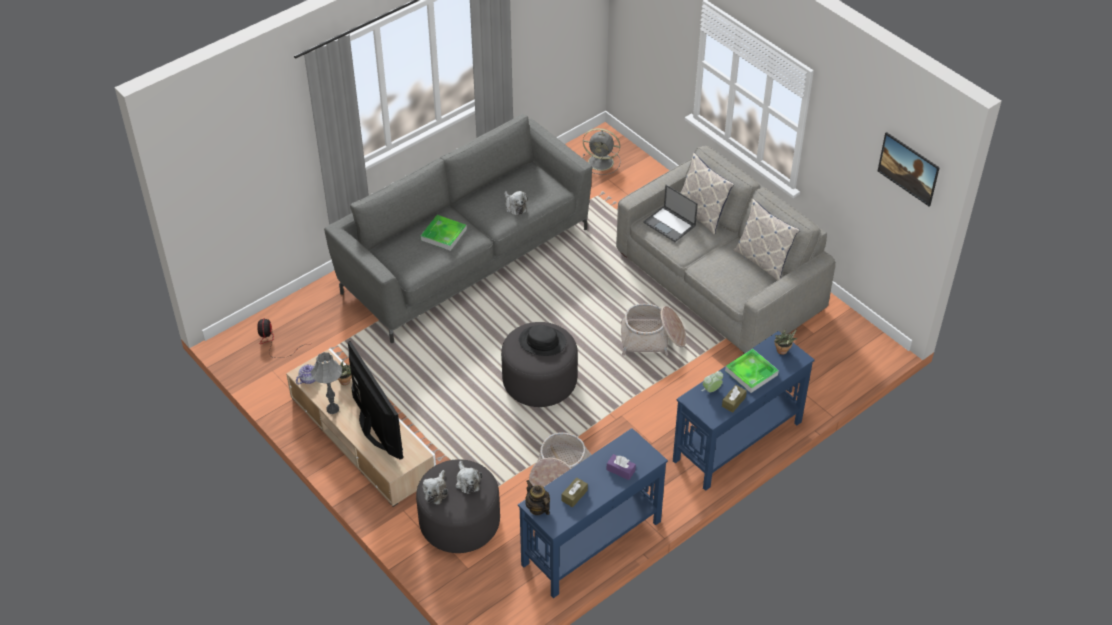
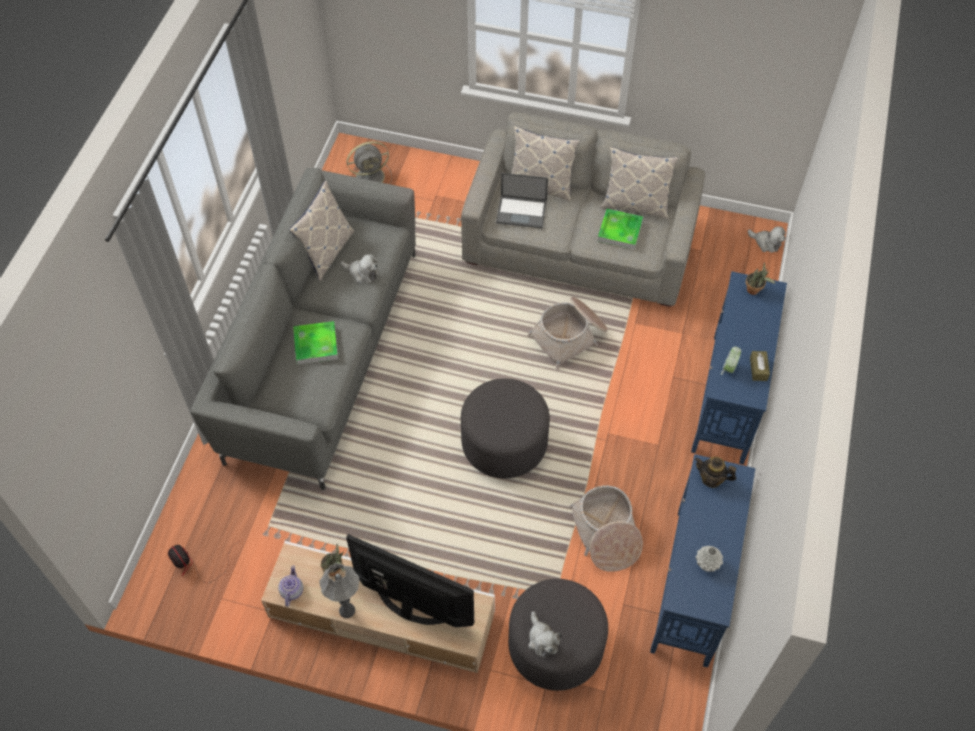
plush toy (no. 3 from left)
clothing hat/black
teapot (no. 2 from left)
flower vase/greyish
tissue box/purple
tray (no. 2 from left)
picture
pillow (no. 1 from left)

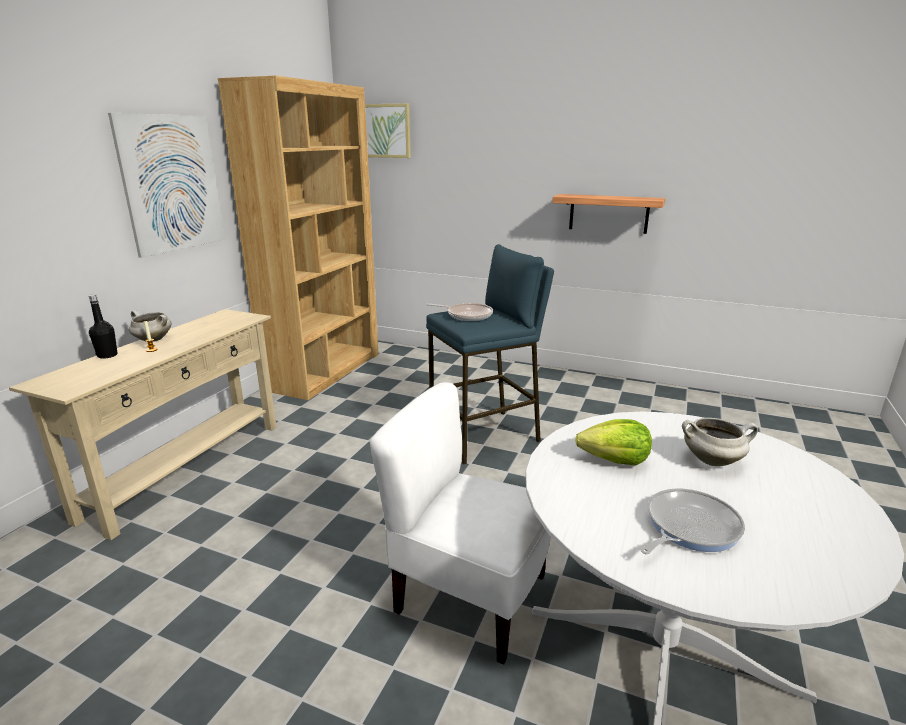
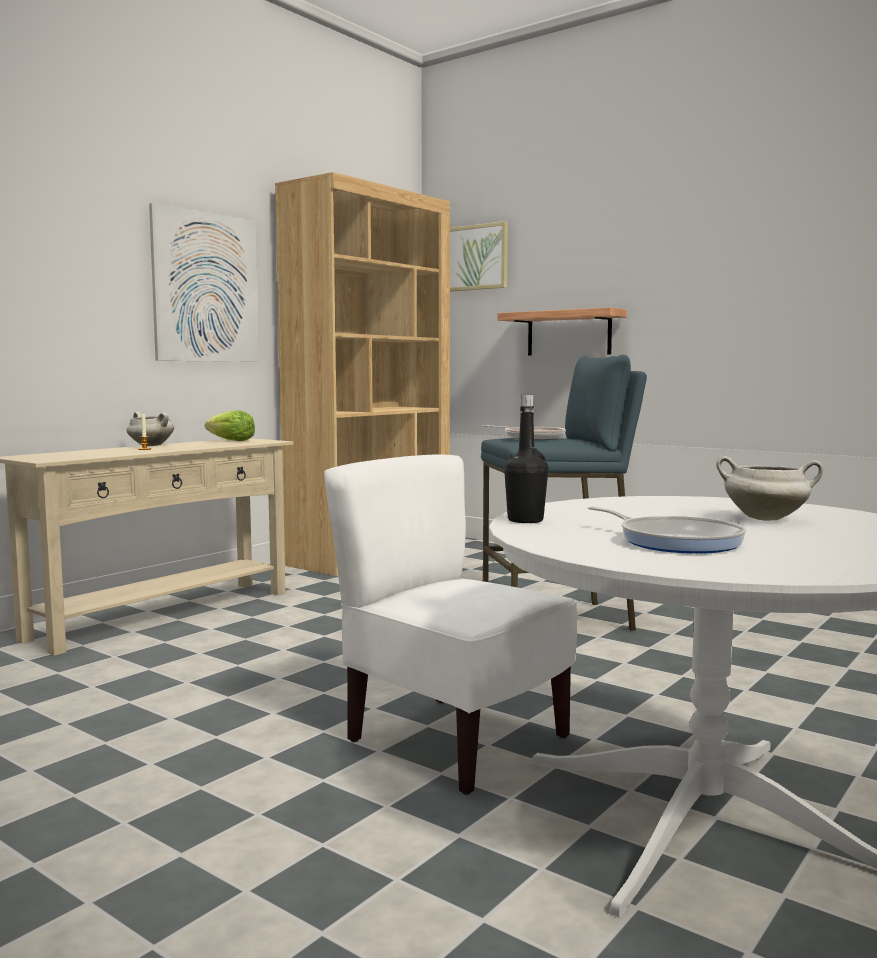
beverage bottle/black
bracket shelf
lettuce
pan (no. 2 from left)

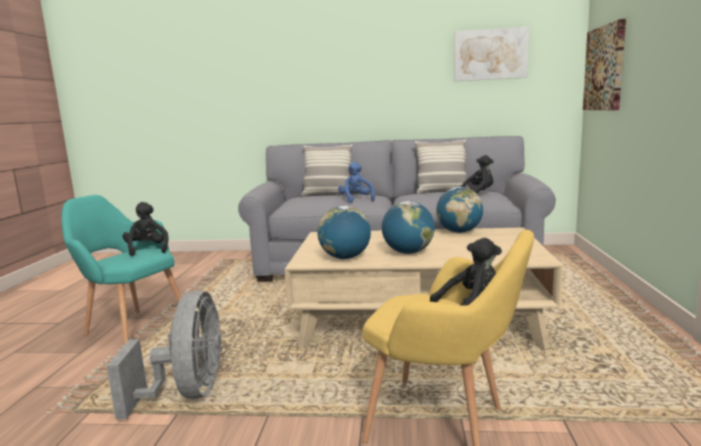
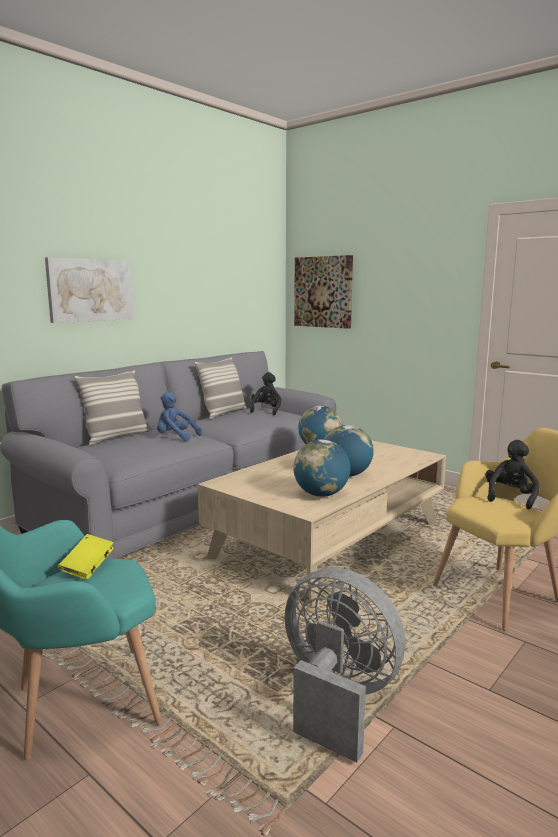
volume/yellowish
picture (no. 1 from left)

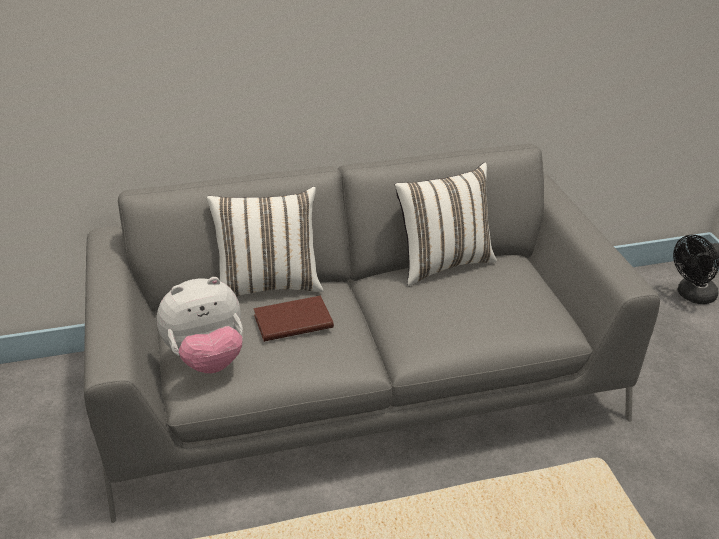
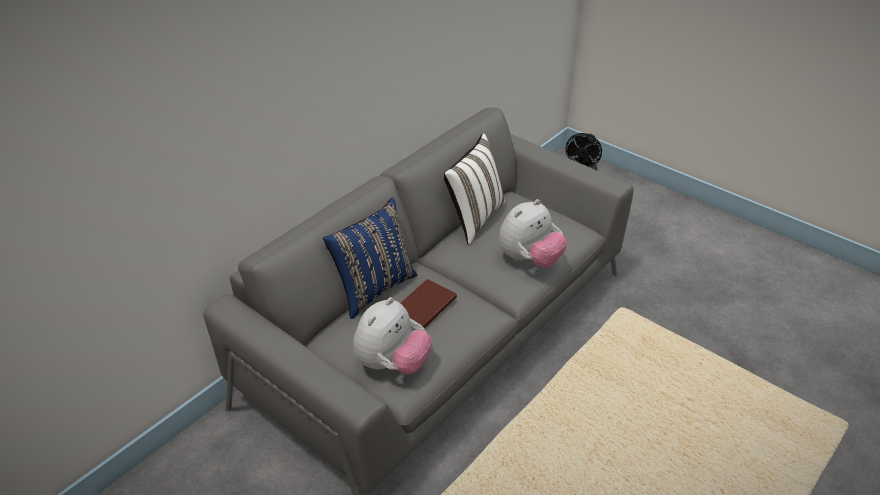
pillow/bluish
plush toy (no. 2 from left)

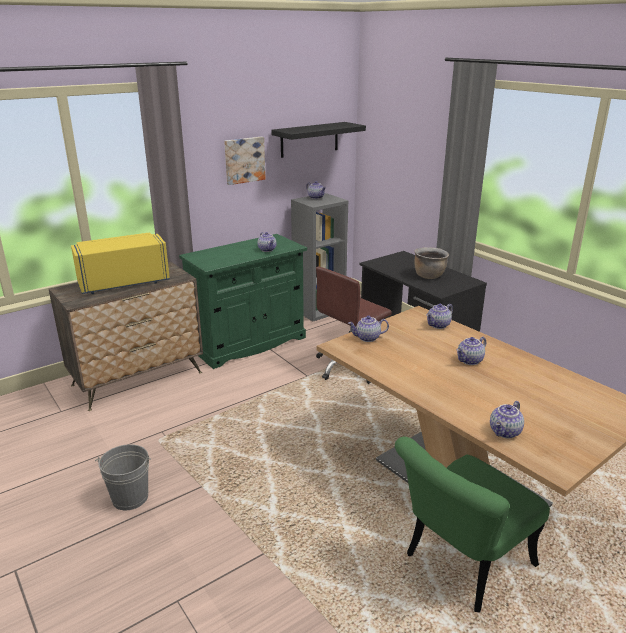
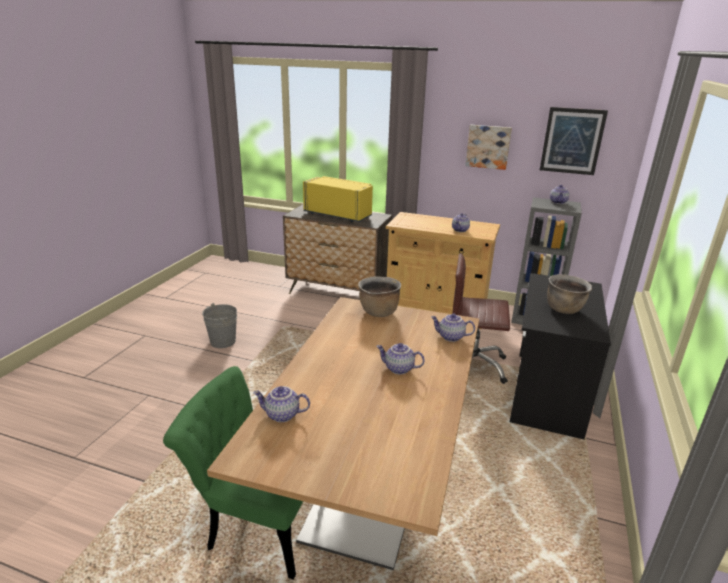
cabinet/beige
picture (no. 2 from left)
cooking pot/brown-coloured (no. 1 from left)

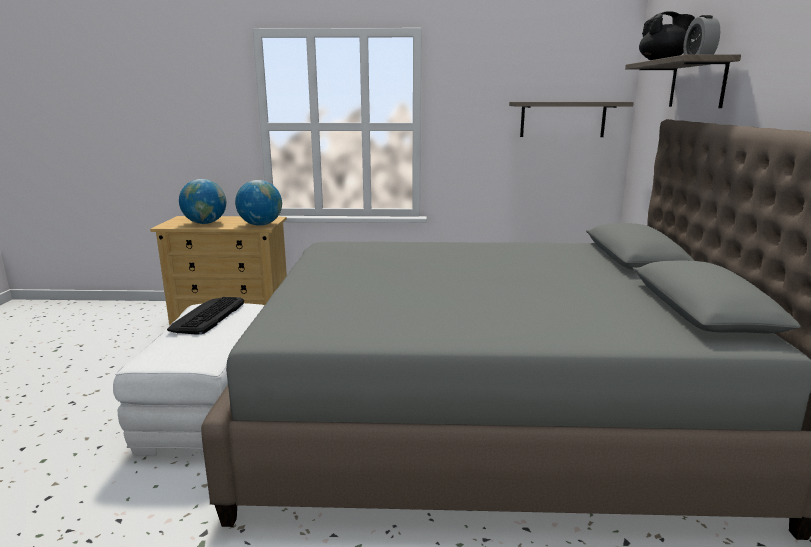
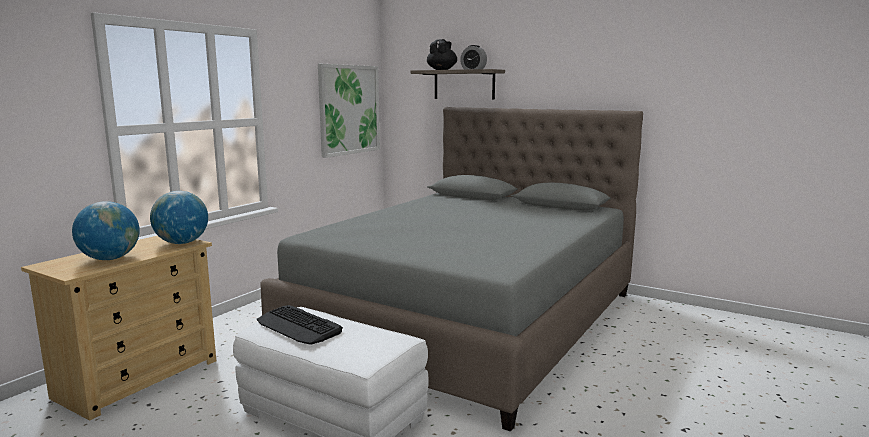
picture

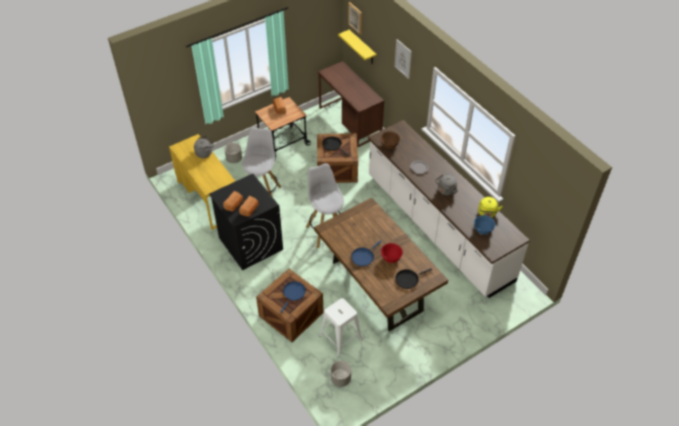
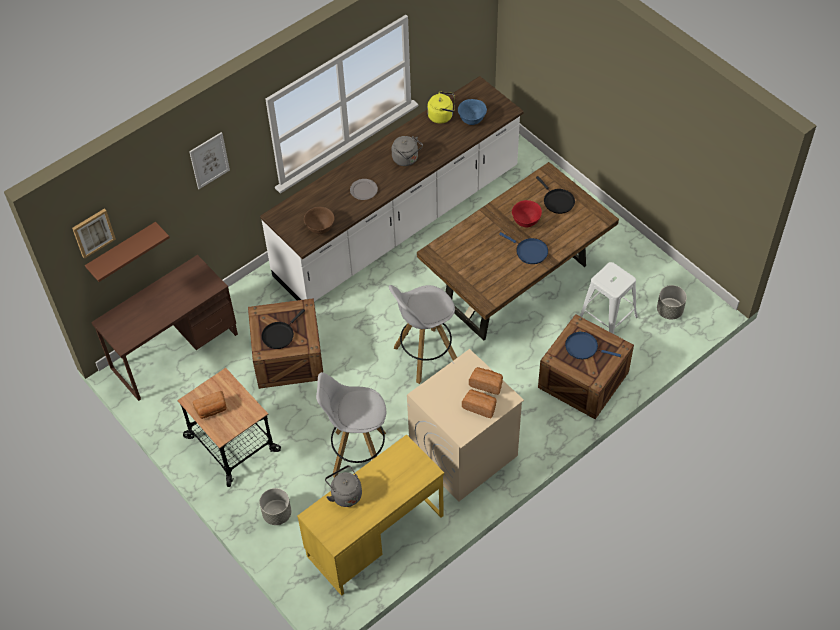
laundry appliance/beige
bracket shelf/brown-coloured

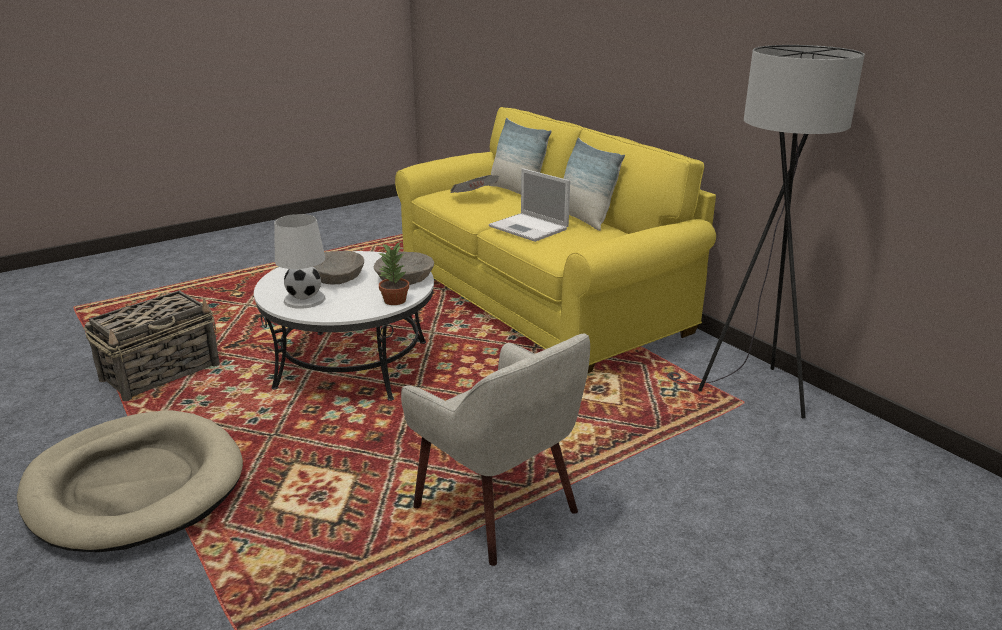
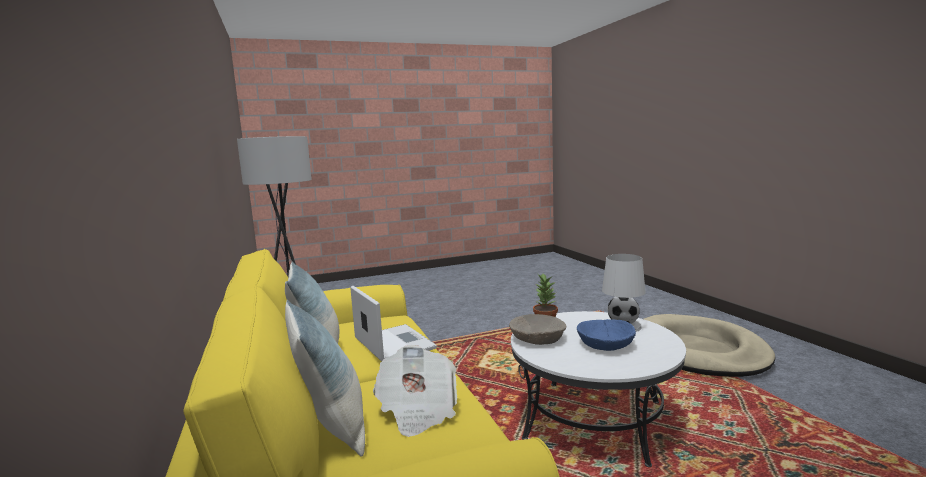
household basket
bowl/bluish
armchair/beige

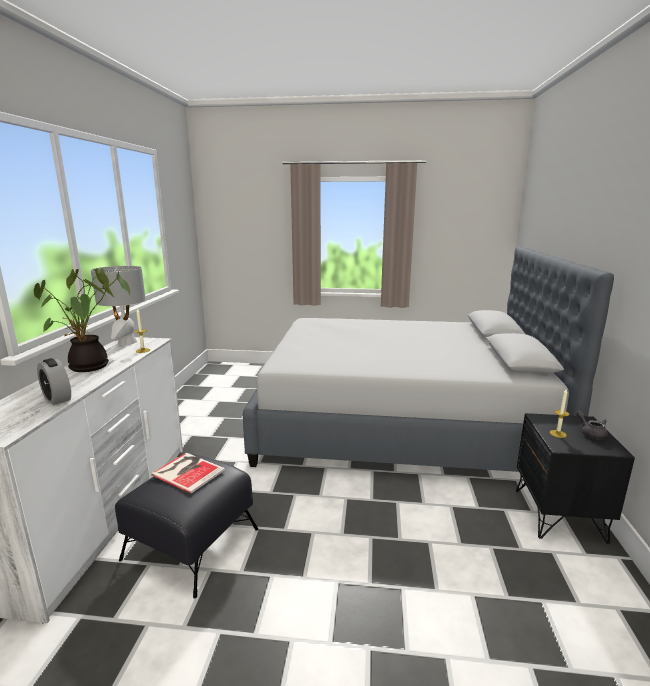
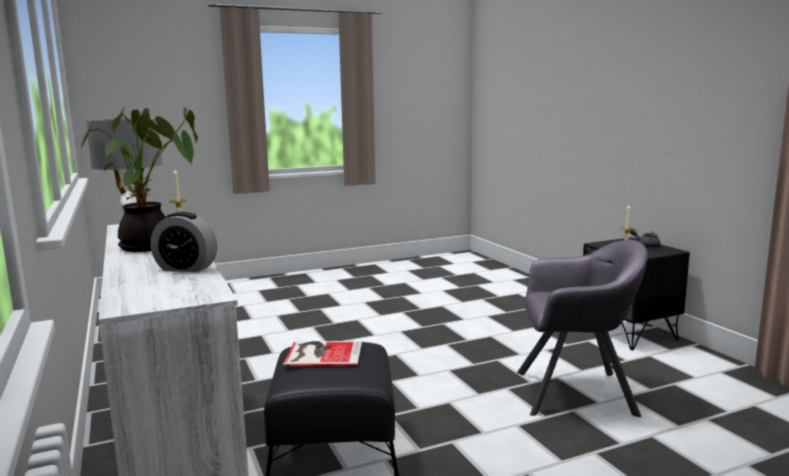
sleeping bed/greyish
armchair/greyish

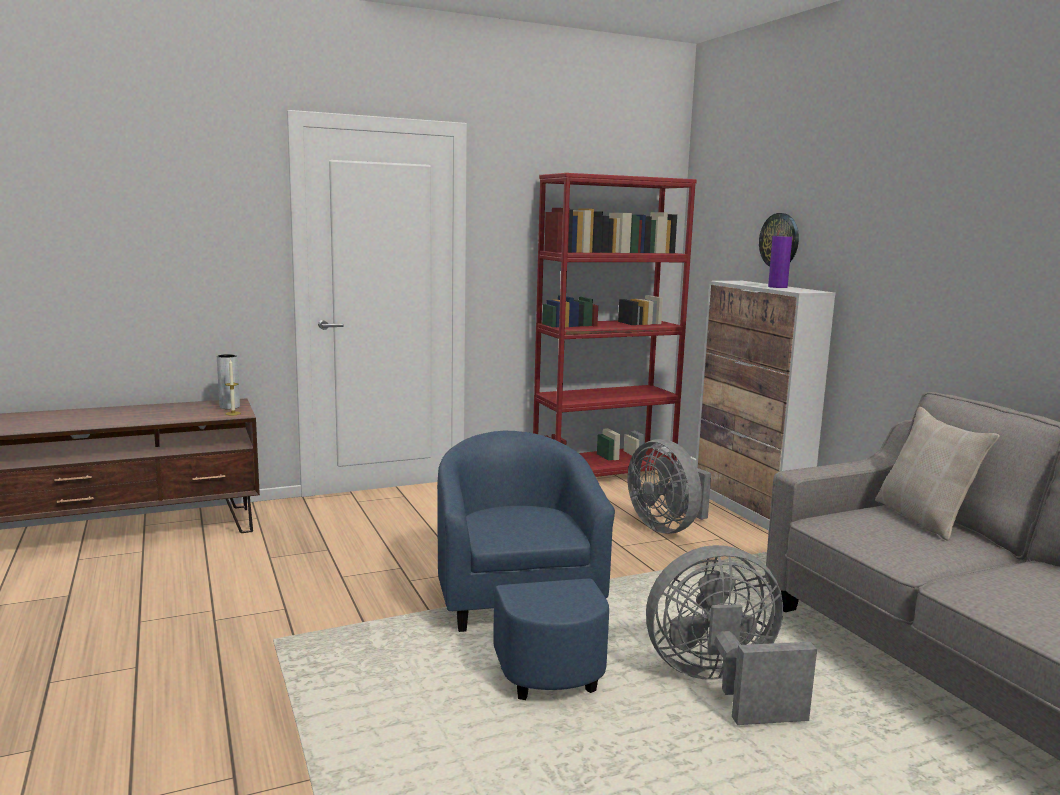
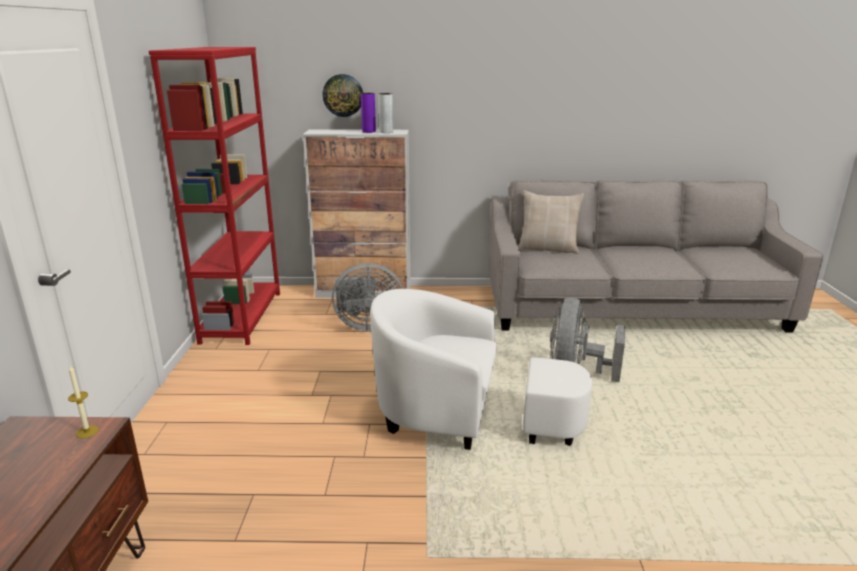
flower vase/greyish
armchair/whitish

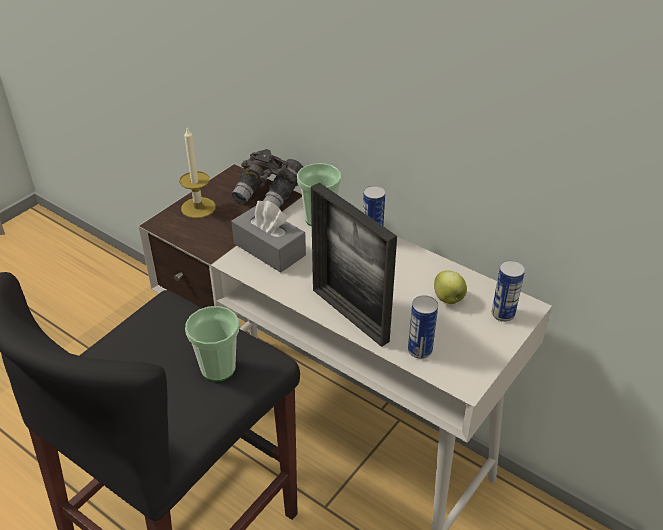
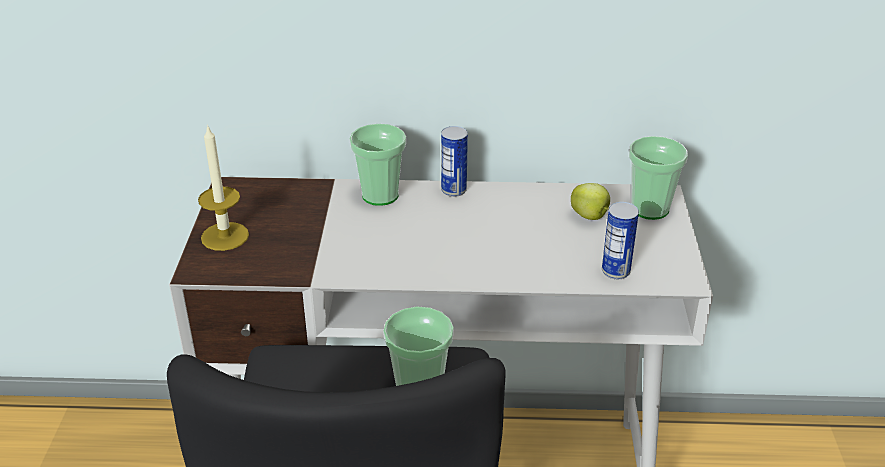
field glasses/greyish
tissue box/greyish
standing frame
drinking cup (no. 3 from left)

